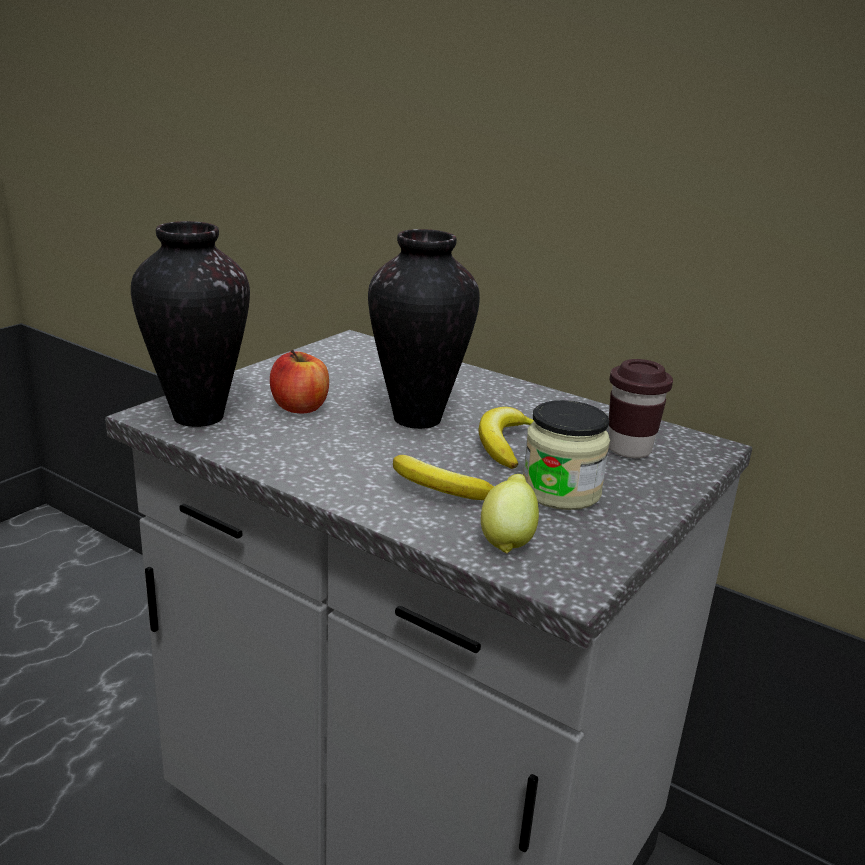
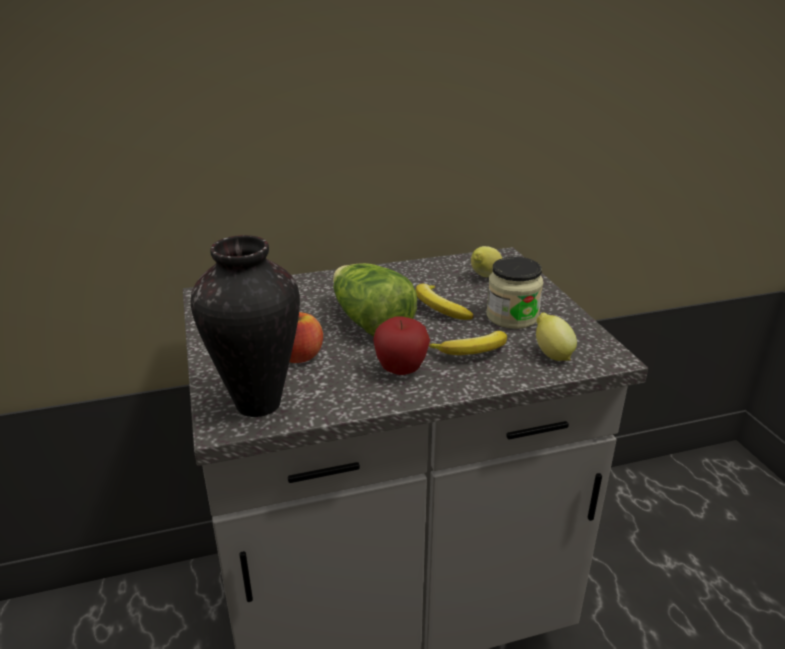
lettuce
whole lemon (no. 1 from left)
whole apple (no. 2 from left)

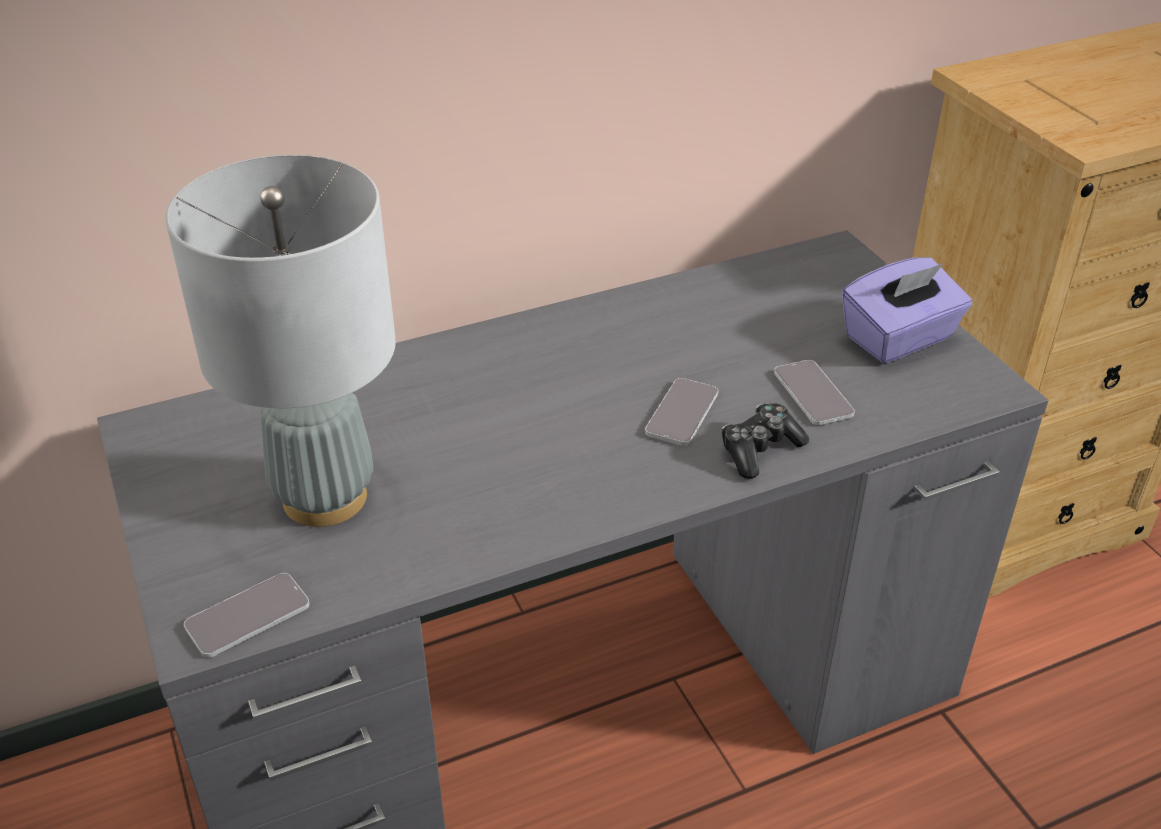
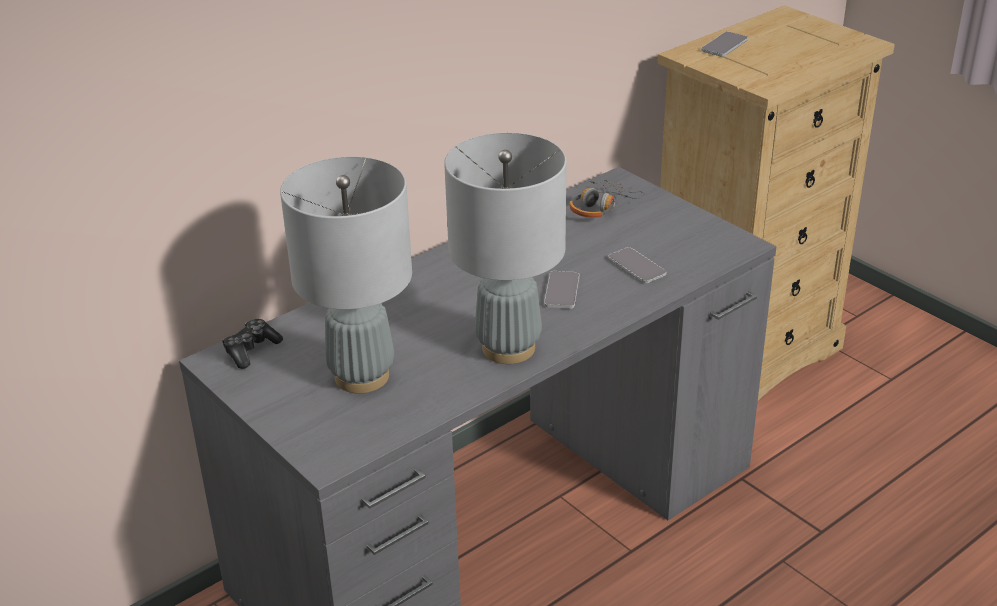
handset (no. 3 from left)
joypad
tissue box/purple
table lamp/greyish (no. 2 from left)
headset

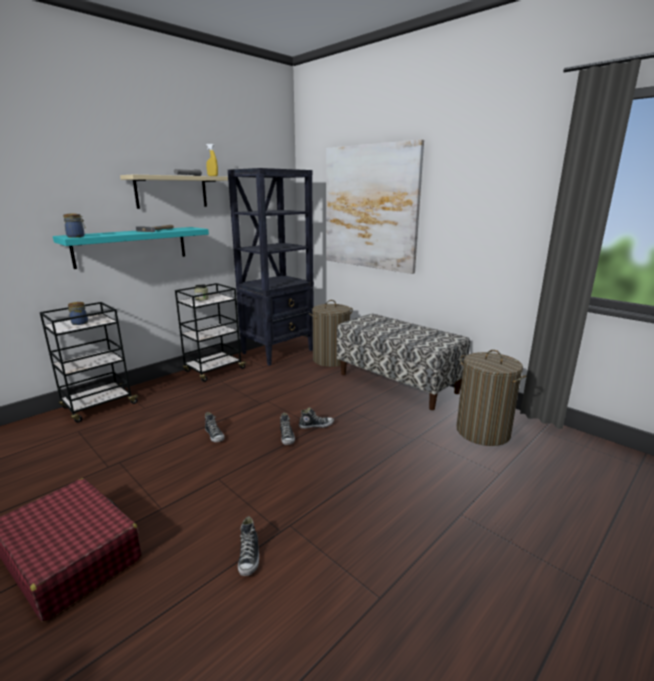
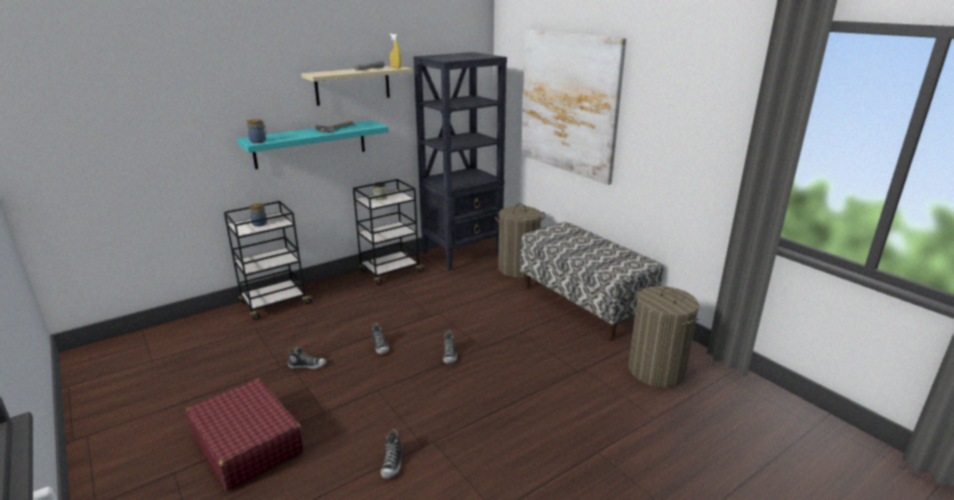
shoe (no. 1 from left)

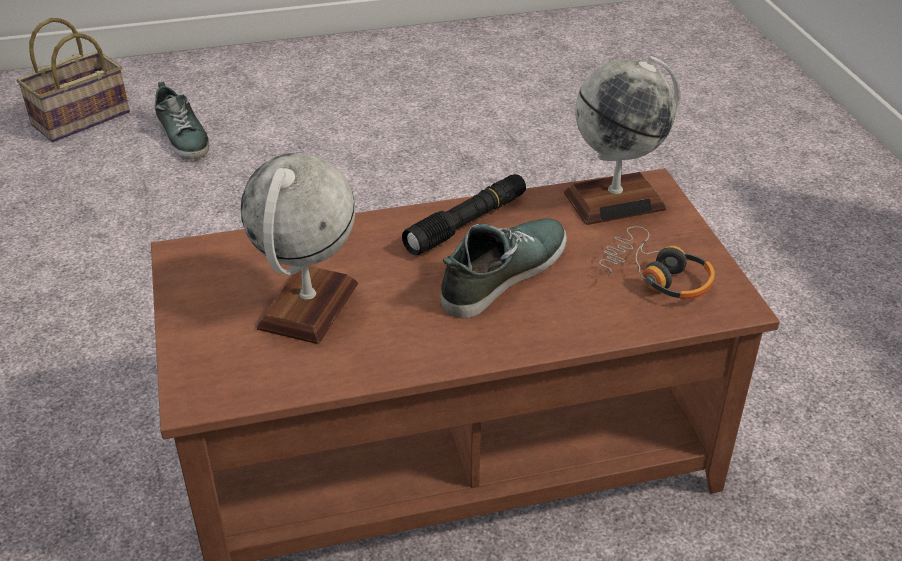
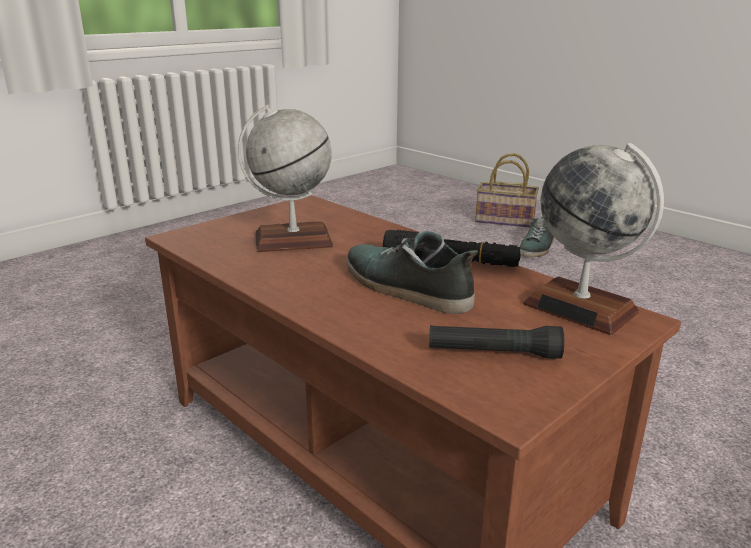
shoe (no. 1 from left)
flashlight/black (no. 2 from left)

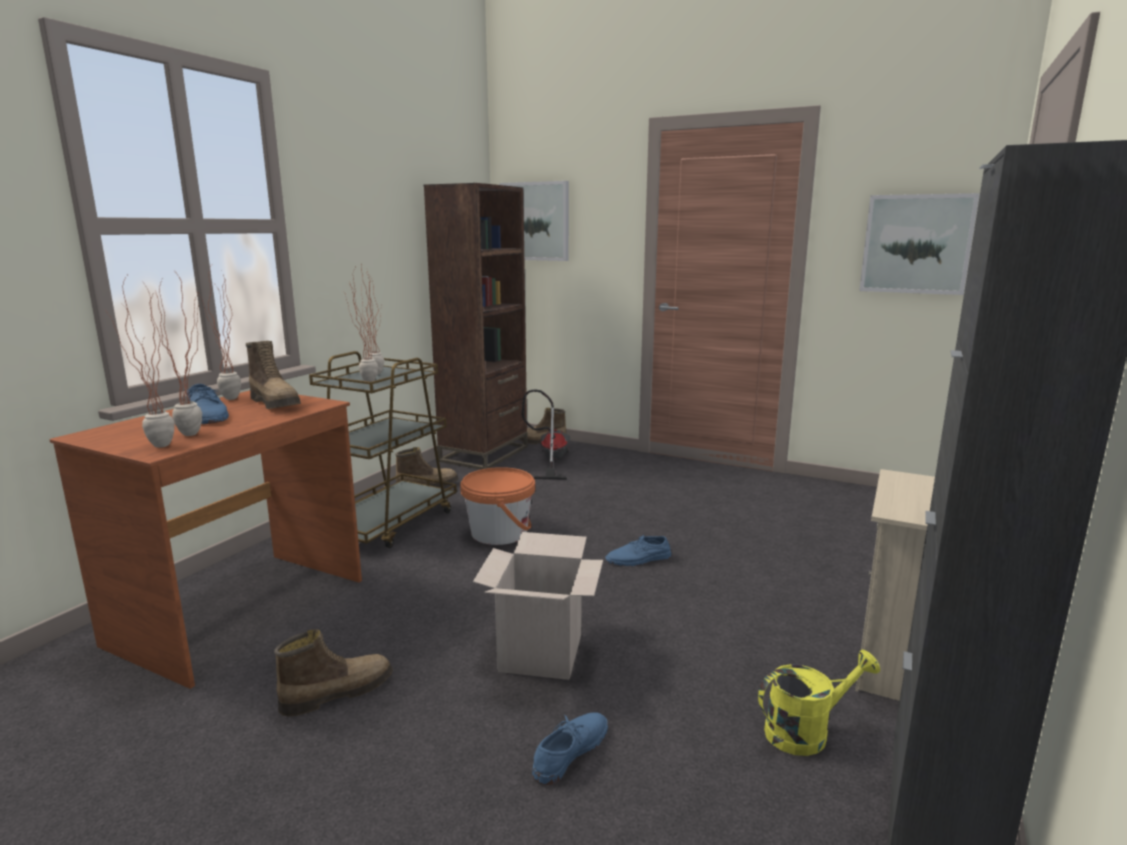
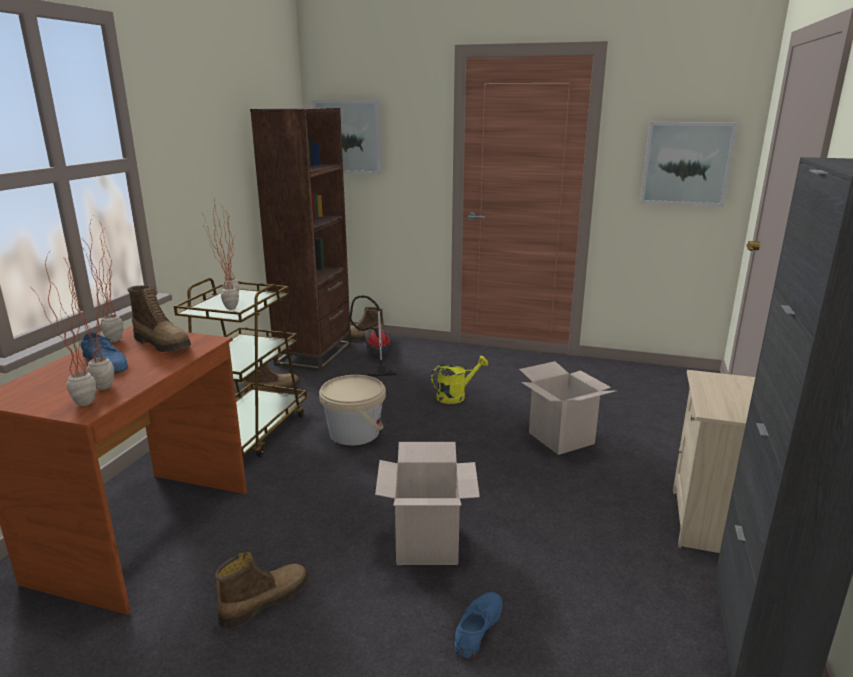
pail/beige
shoe/bluish (no. 3 from left in the first image)
sprinkling can/yellowish
cardboard box (no. 2 from left)

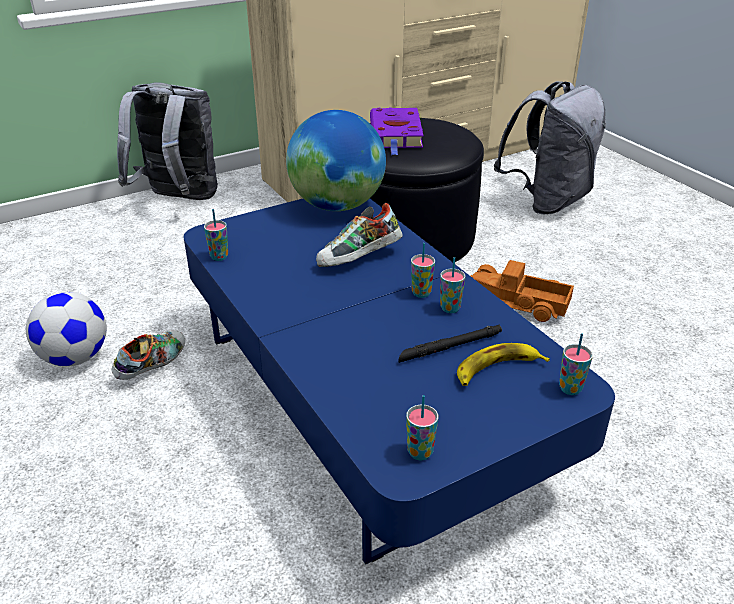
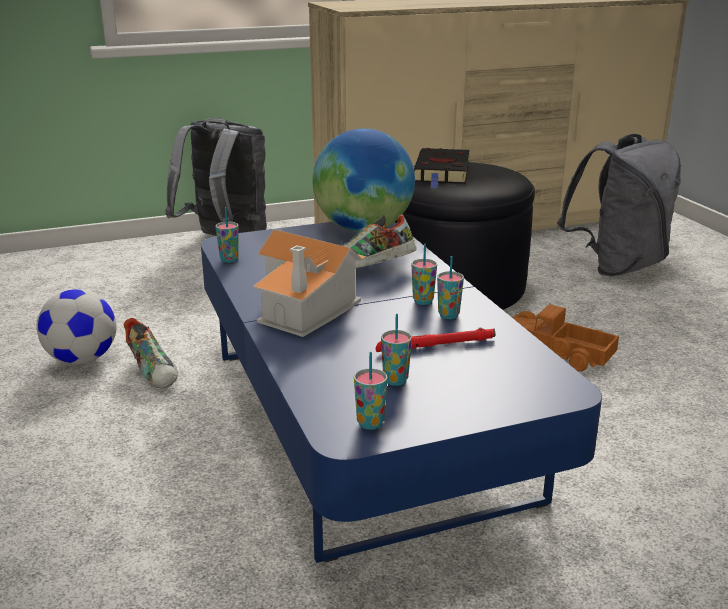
shoe (no. 1 from left)
volume/black
flashlight/reddish
banana fruit
drinking cup (no. 3 from left)
toy house

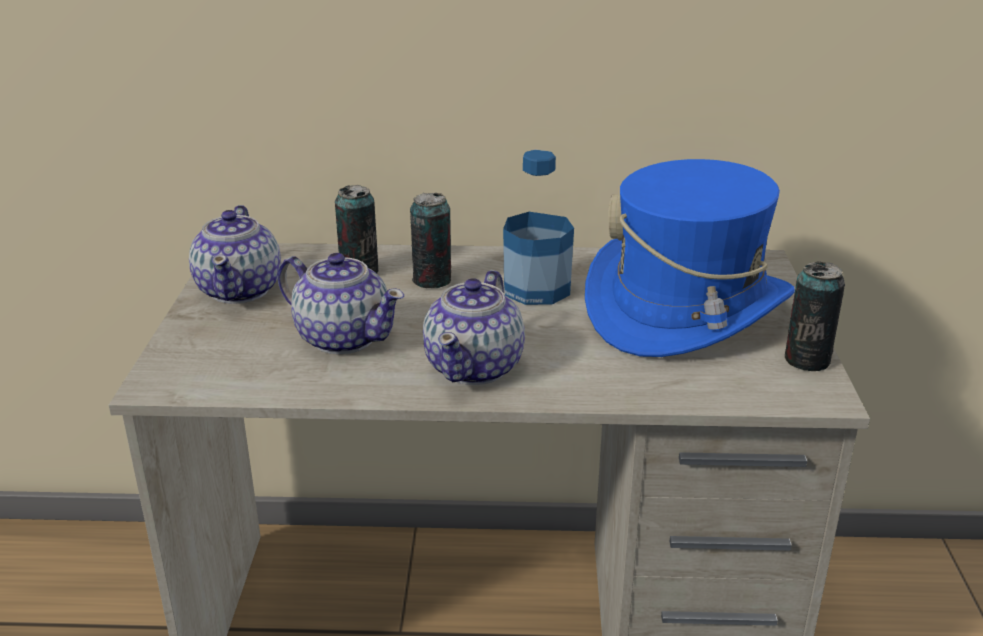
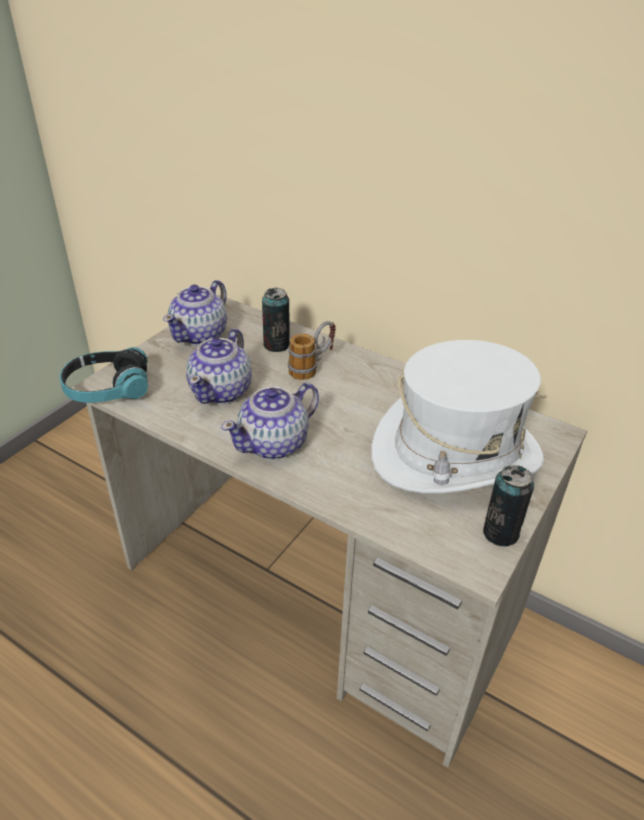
teapot (no. 2 from left)
mug
beverage bottle
clothing hat/whitish
headset

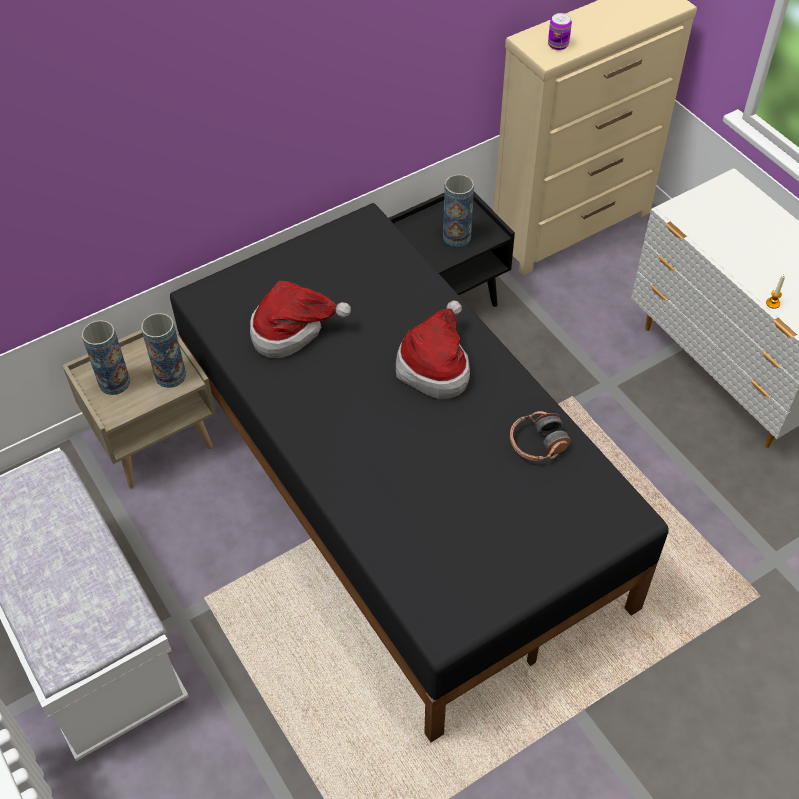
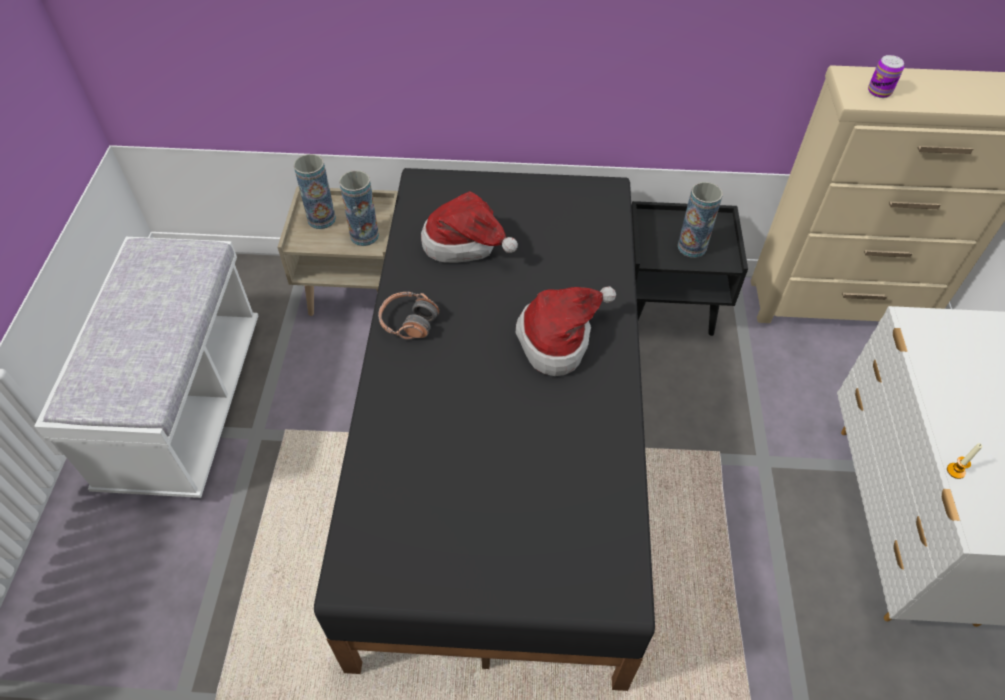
headset

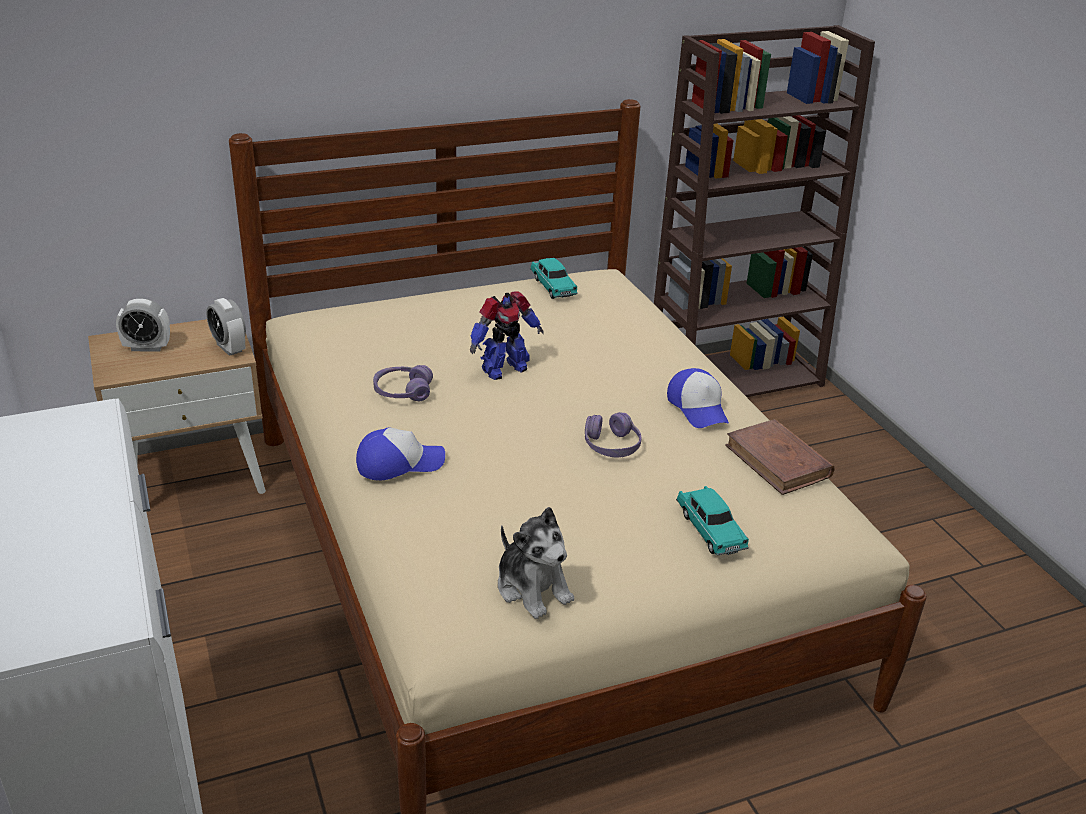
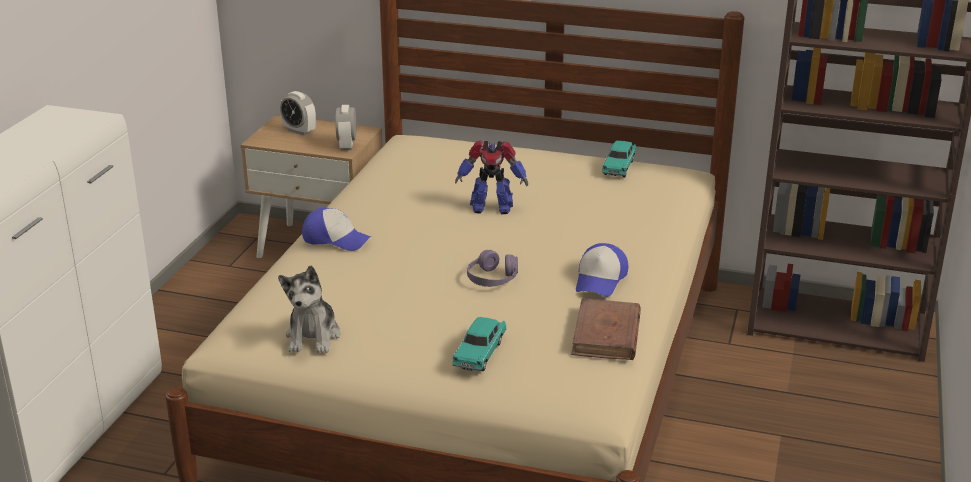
headset/purple (no. 1 from left in the first image)

